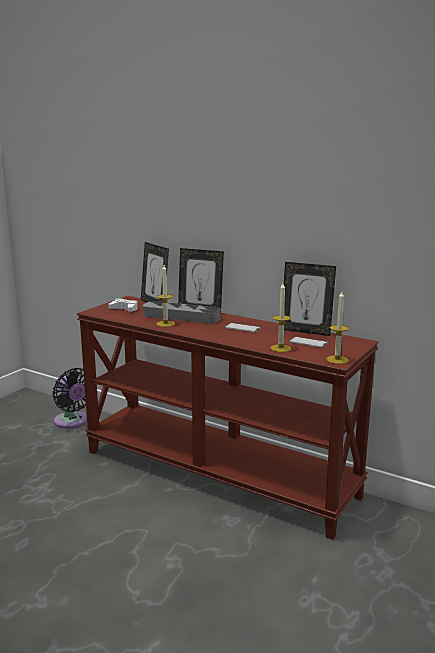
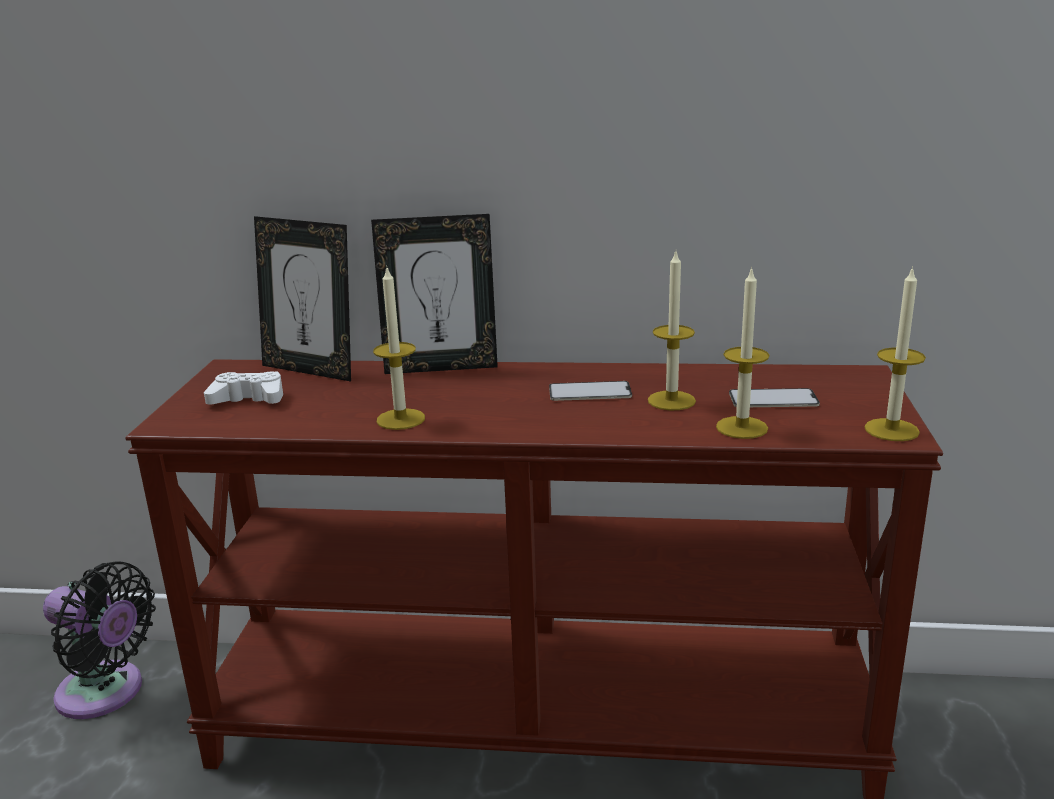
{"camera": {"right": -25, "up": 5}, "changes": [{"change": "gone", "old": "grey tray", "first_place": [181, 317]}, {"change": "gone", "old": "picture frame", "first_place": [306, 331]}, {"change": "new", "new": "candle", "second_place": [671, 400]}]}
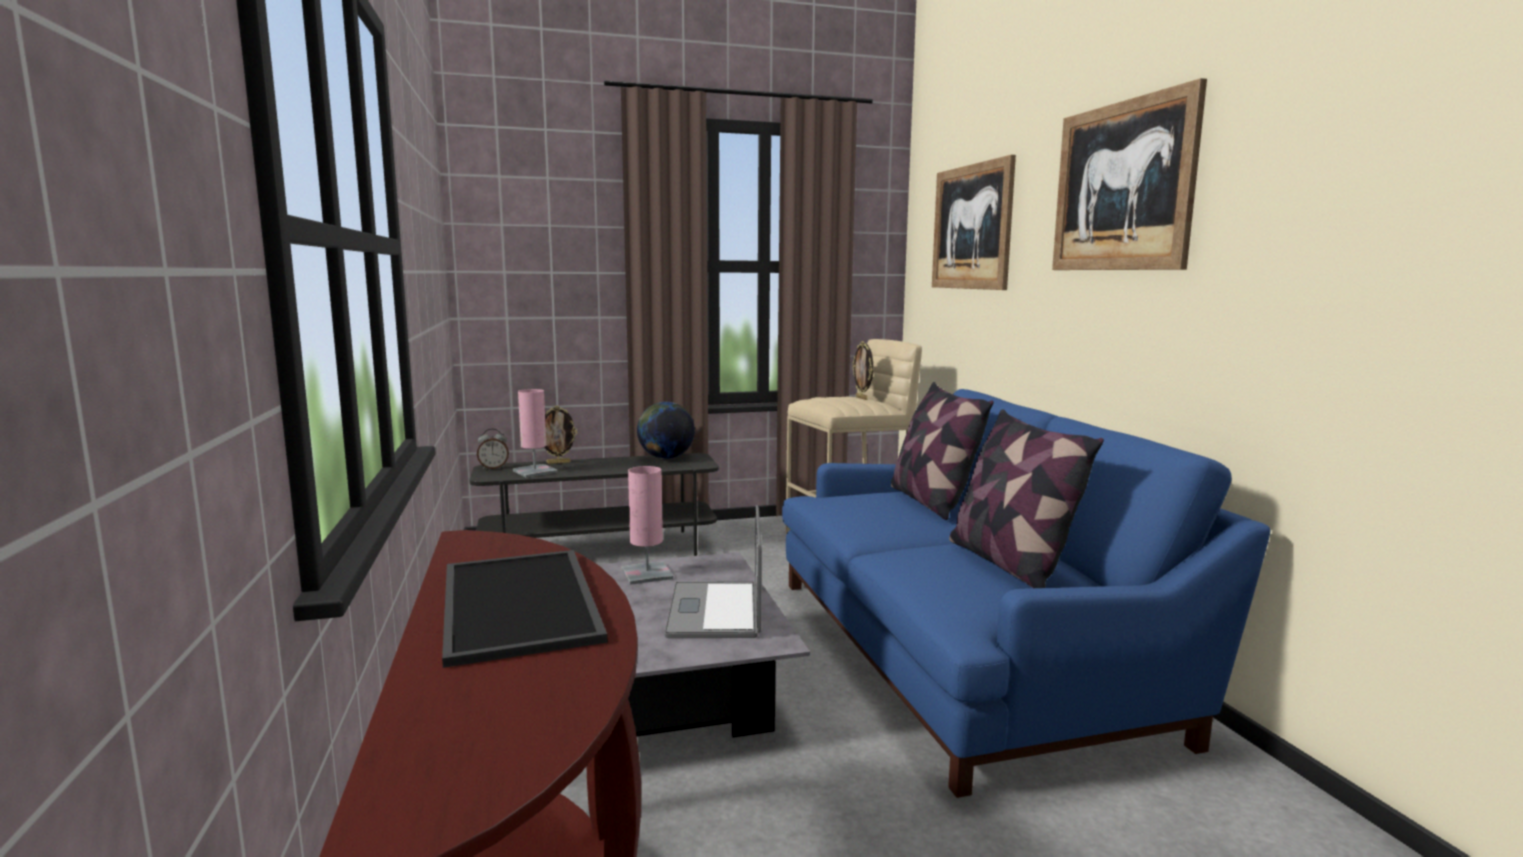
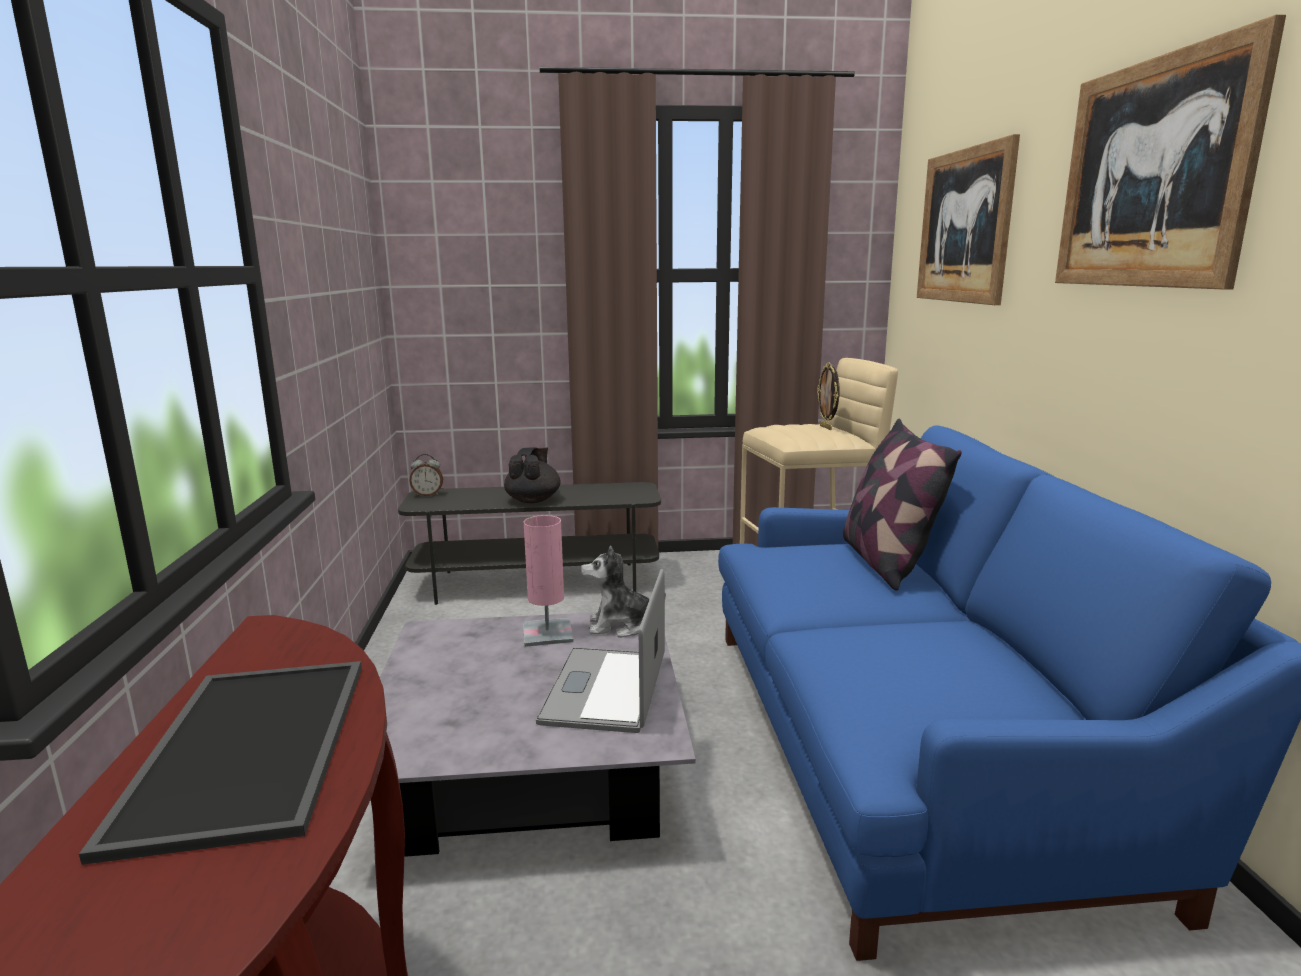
{"camera": {"right": 10, "up": 5}, "changes": [{"change": "gone", "old": "pink table lamp", "first_place": [534, 471]}, {"change": "gone", "old": "picture frame", "first_place": [558, 462]}, {"change": "gone", "old": "globe", "first_place": [665, 458]}, {"change": "gone", "old": "pillow", "first_place": [1009, 563]}, {"change": "new", "new": "black teapot", "second_place": [533, 500]}, {"change": "new", "new": "plush toy", "second_place": [620, 625]}]}
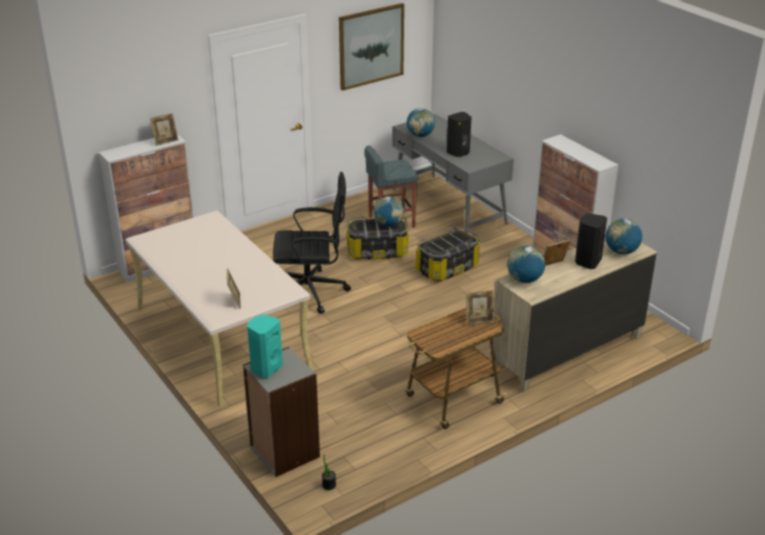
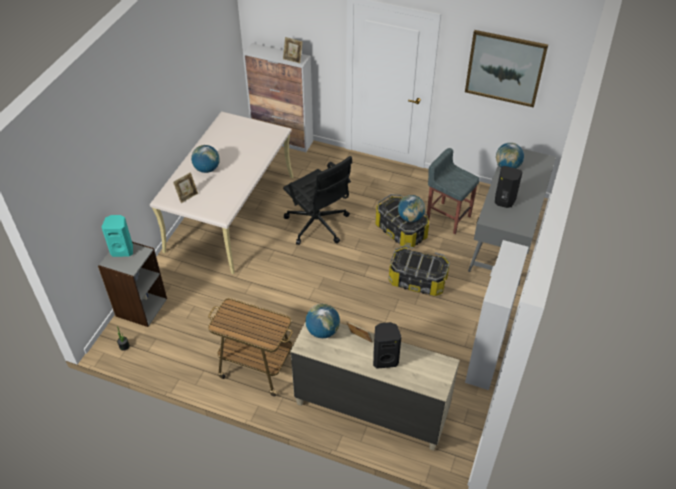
{"camera": {"right": 55, "up": 15}, "changes": [{"change": "gone", "old": "picture frame", "first_place": [479, 320]}, {"change": "shifted", "old": "globe", "first_place": [621, 252], "second_place": [207, 169]}]}
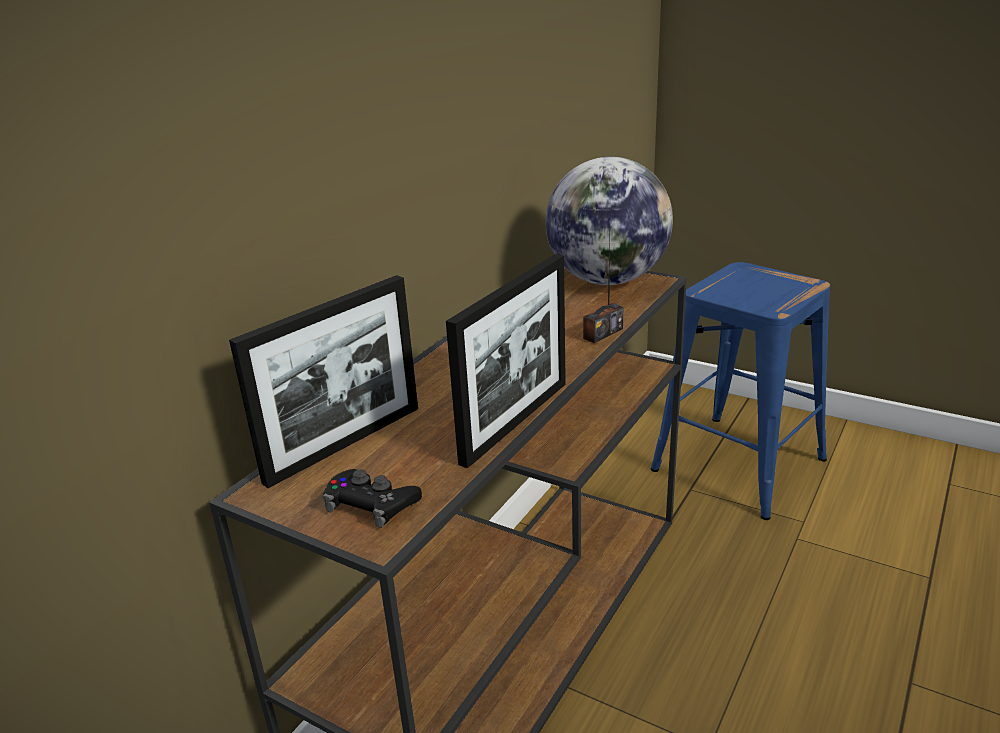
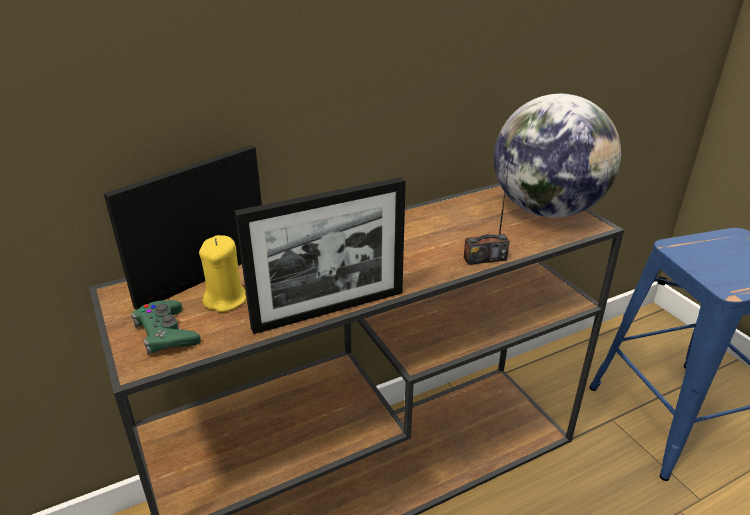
{"camera": {"right": 30, "up": 5}, "changes": [{"change": "rotated", "old": "picture frame", "first_place": [345, 444], "second_place": [204, 278], "degrees": 150}, {"change": "repainted", "old": "black game controller", "new": "green game controller", "first_place": [371, 504], "second_place": [166, 333]}, {"change": "new", "new": "yellow candle", "second_place": [225, 299]}]}
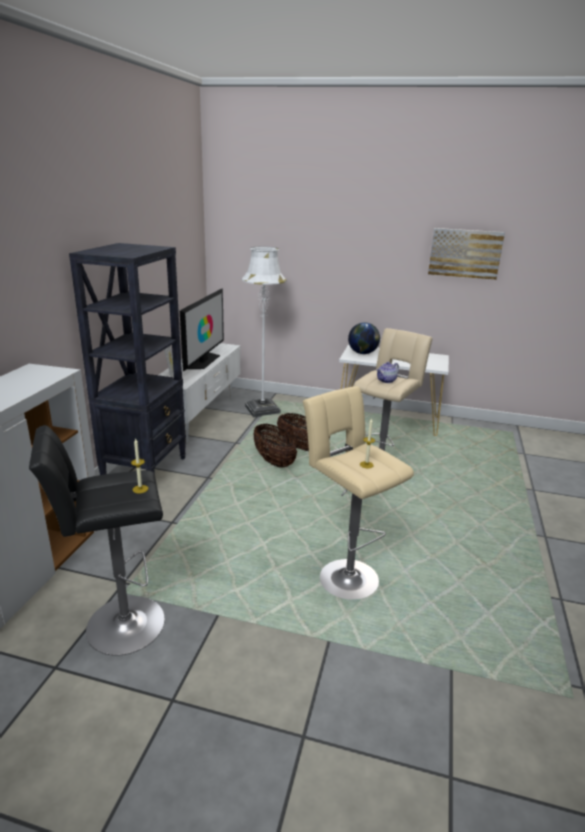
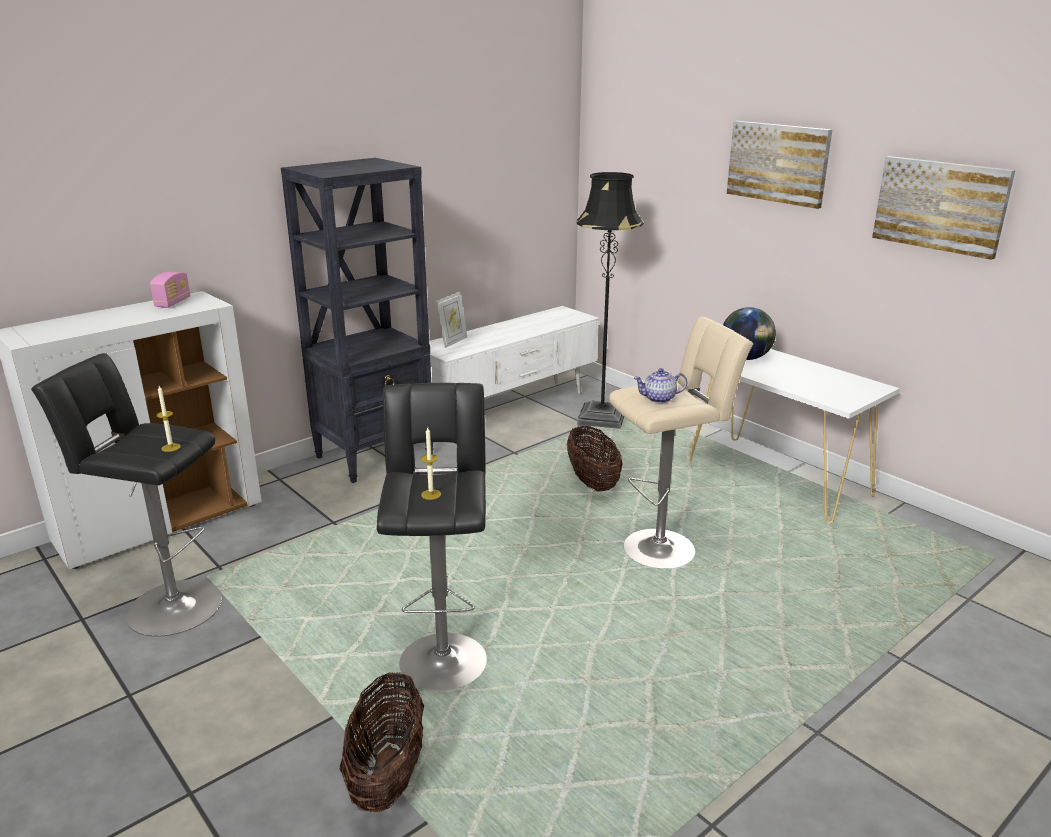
{"camera": {"right": 35, "up": 0}, "changes": [{"change": "gone", "old": "television", "first_place": [203, 361]}, {"change": "repainted", "old": "white floor lamp", "new": "black floor lamp", "first_place": [262, 410], "second_place": [602, 419]}, {"change": "shifted", "old": "basket", "first_place": [274, 461], "second_place": [387, 774]}, {"change": "repainted", "old": "beige stool", "new": "black stool", "first_place": [345, 576], "second_place": [443, 656]}, {"change": "new", "new": "radio", "second_place": [173, 303]}, {"change": "new", "new": "picture", "second_place": [778, 163]}]}
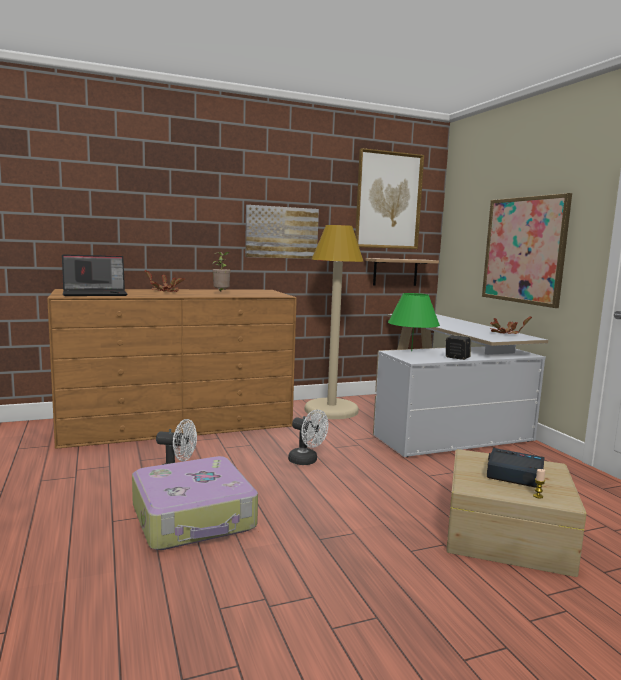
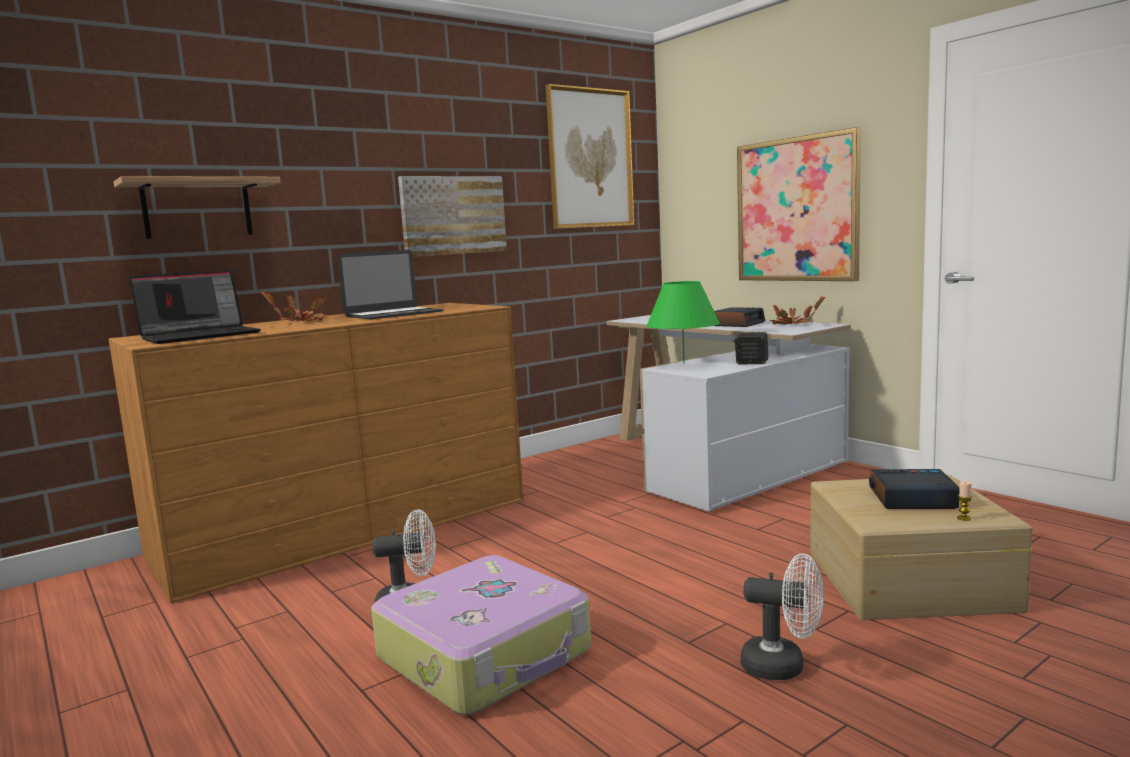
{"camera": {"right": -15, "up": 0}, "changes": [{"change": "swapped", "old": "potted plant", "new": "laptop", "first_place": [221, 293], "second_place": [393, 314]}, {"change": "shifted", "old": "white fan", "first_place": [307, 461], "second_place": [783, 666]}, {"change": "gone", "old": "beige floor lamp", "first_place": [331, 410]}, {"change": "shifted", "old": "shelf", "first_place": [395, 272], "second_place": [197, 209]}, {"change": "new", "new": "alarm clock", "second_place": [736, 324]}]}
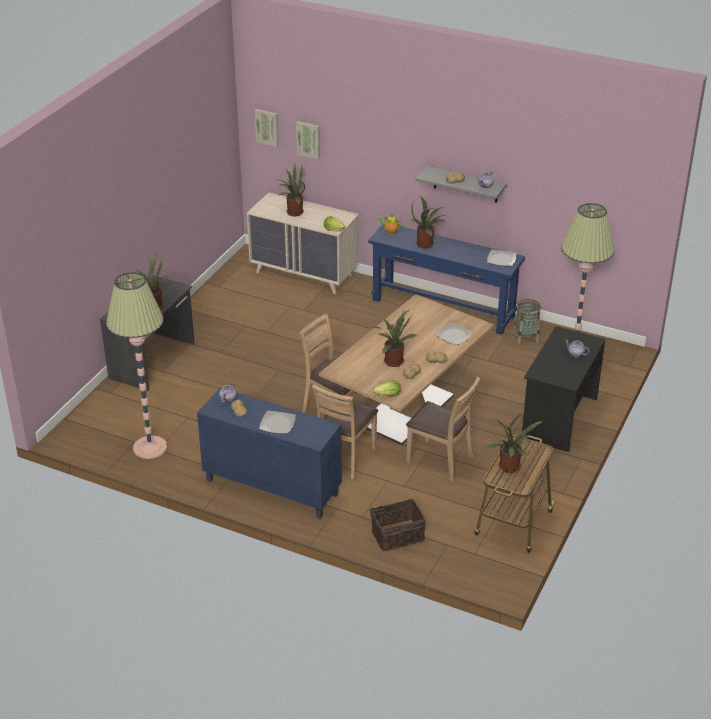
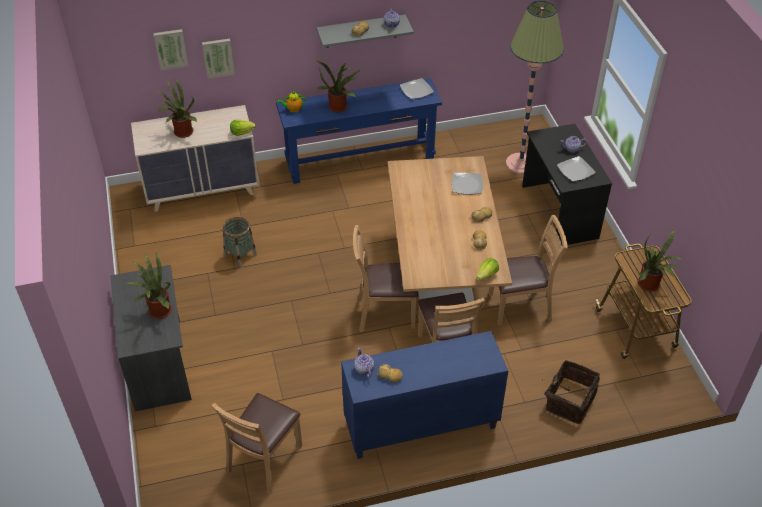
{"camera": {"right": -40, "up": 10}, "changes": [{"change": "swapped", "old": "floor lamp", "new": "brown chair", "first_place": [150, 447], "second_place": [264, 460]}, {"change": "shifted", "old": "picture", "first_place": [267, 127], "second_place": [218, 57]}, {"change": "shifted", "old": "plate", "first_place": [277, 424], "second_place": [576, 170]}, {"change": "gone", "old": "potted plant", "first_place": [392, 360]}, {"change": "shifted", "old": "basket", "first_place": [526, 336], "second_place": [240, 255]}]}
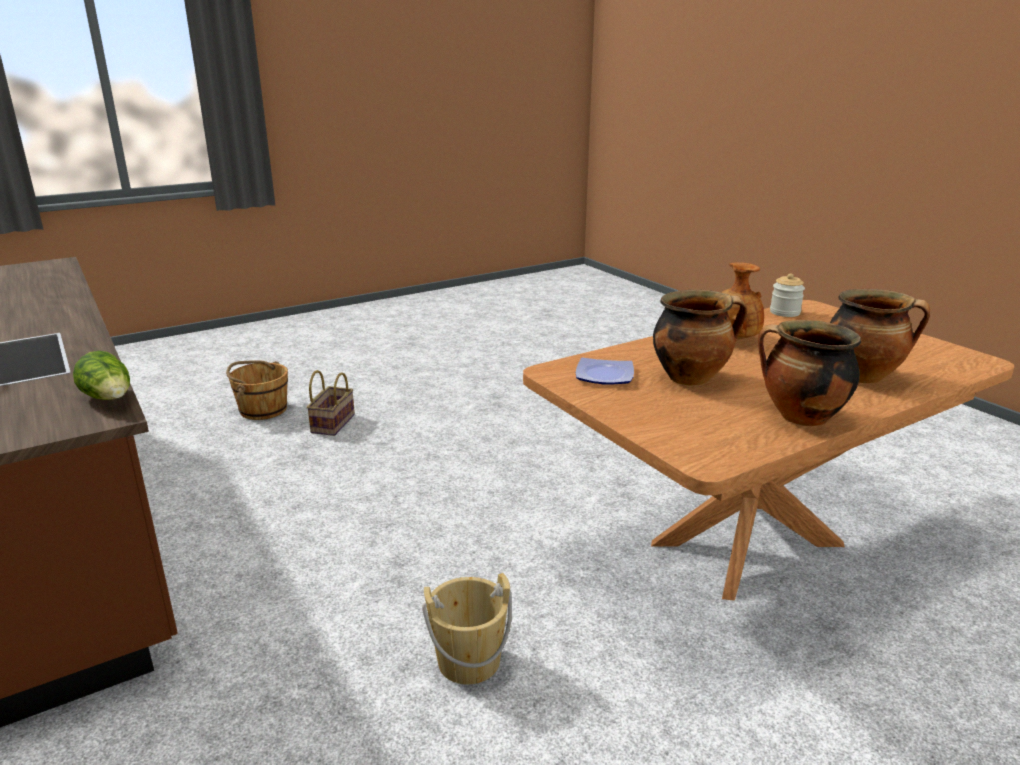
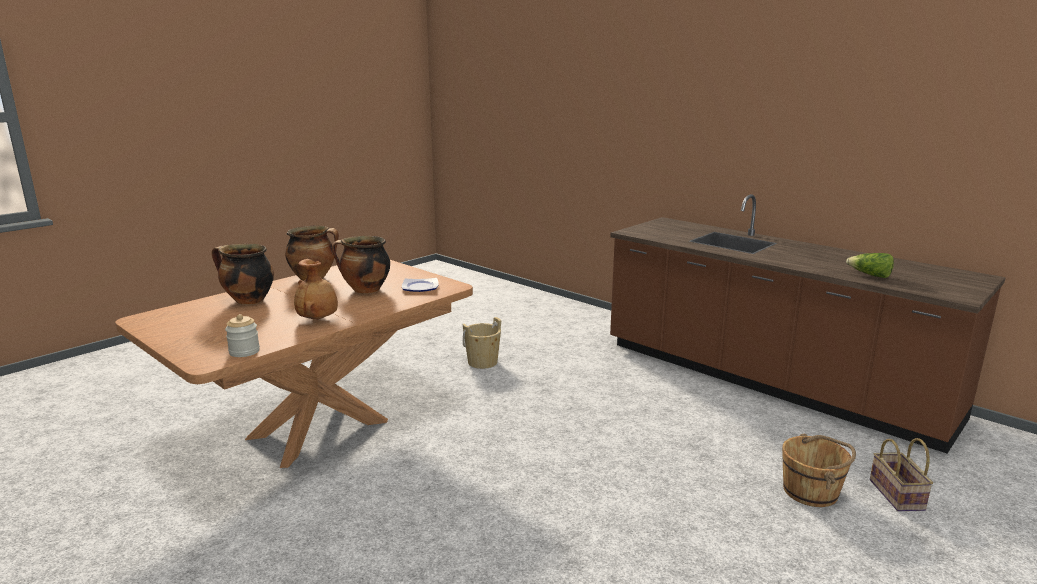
{"camera": {"right": 165, "up": -5}, "changes": [{"change": "shifted", "old": "lettuce", "first_place": [110, 398], "second_place": [870, 275]}, {"change": "shifted", "old": "basket", "first_place": [332, 423], "second_place": [898, 495]}]}
